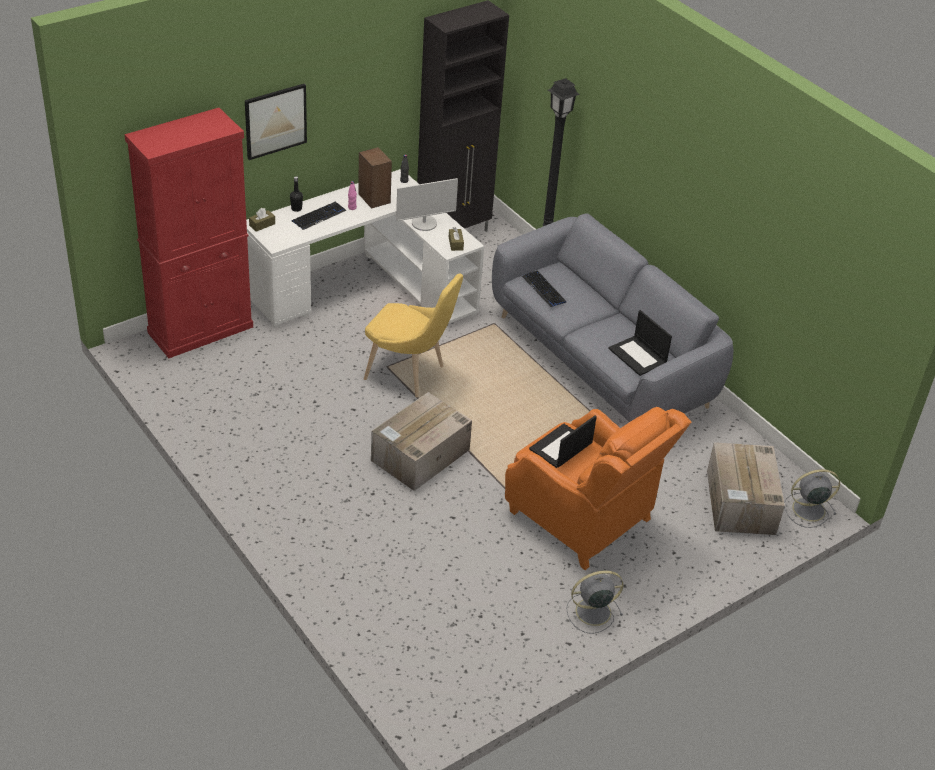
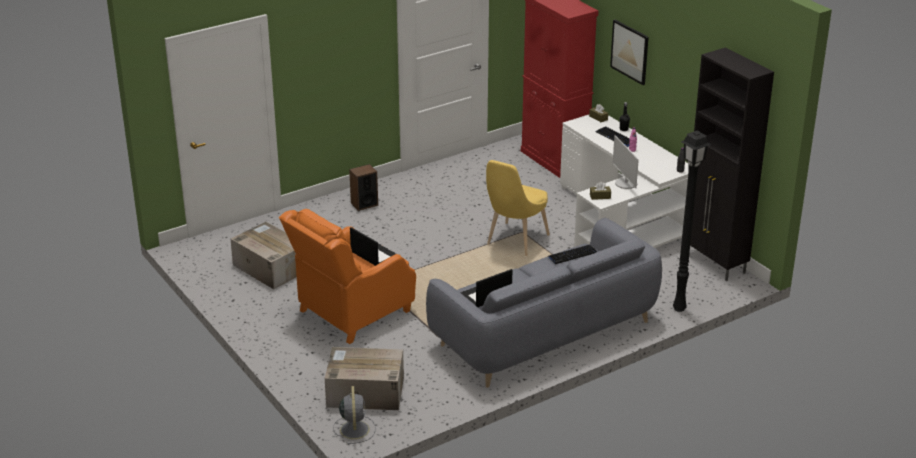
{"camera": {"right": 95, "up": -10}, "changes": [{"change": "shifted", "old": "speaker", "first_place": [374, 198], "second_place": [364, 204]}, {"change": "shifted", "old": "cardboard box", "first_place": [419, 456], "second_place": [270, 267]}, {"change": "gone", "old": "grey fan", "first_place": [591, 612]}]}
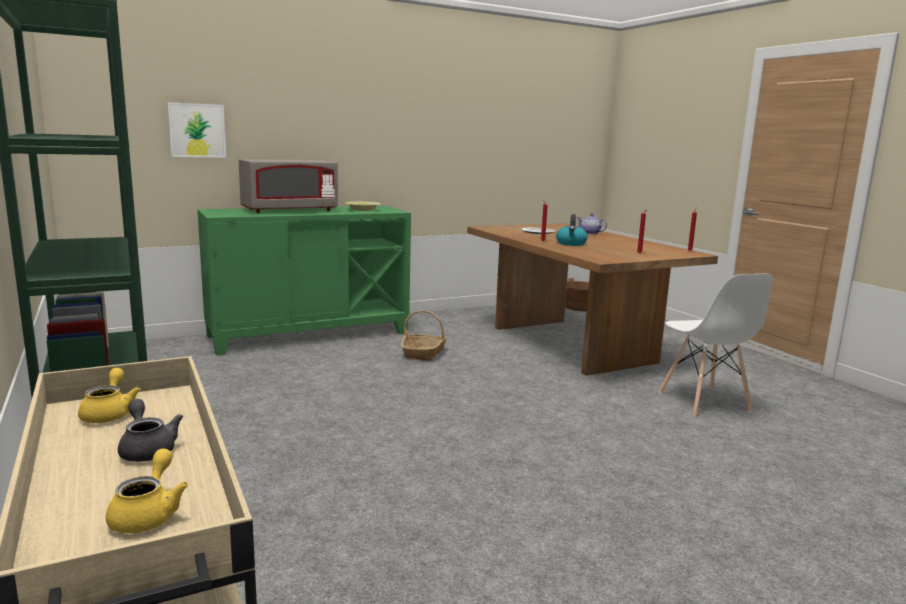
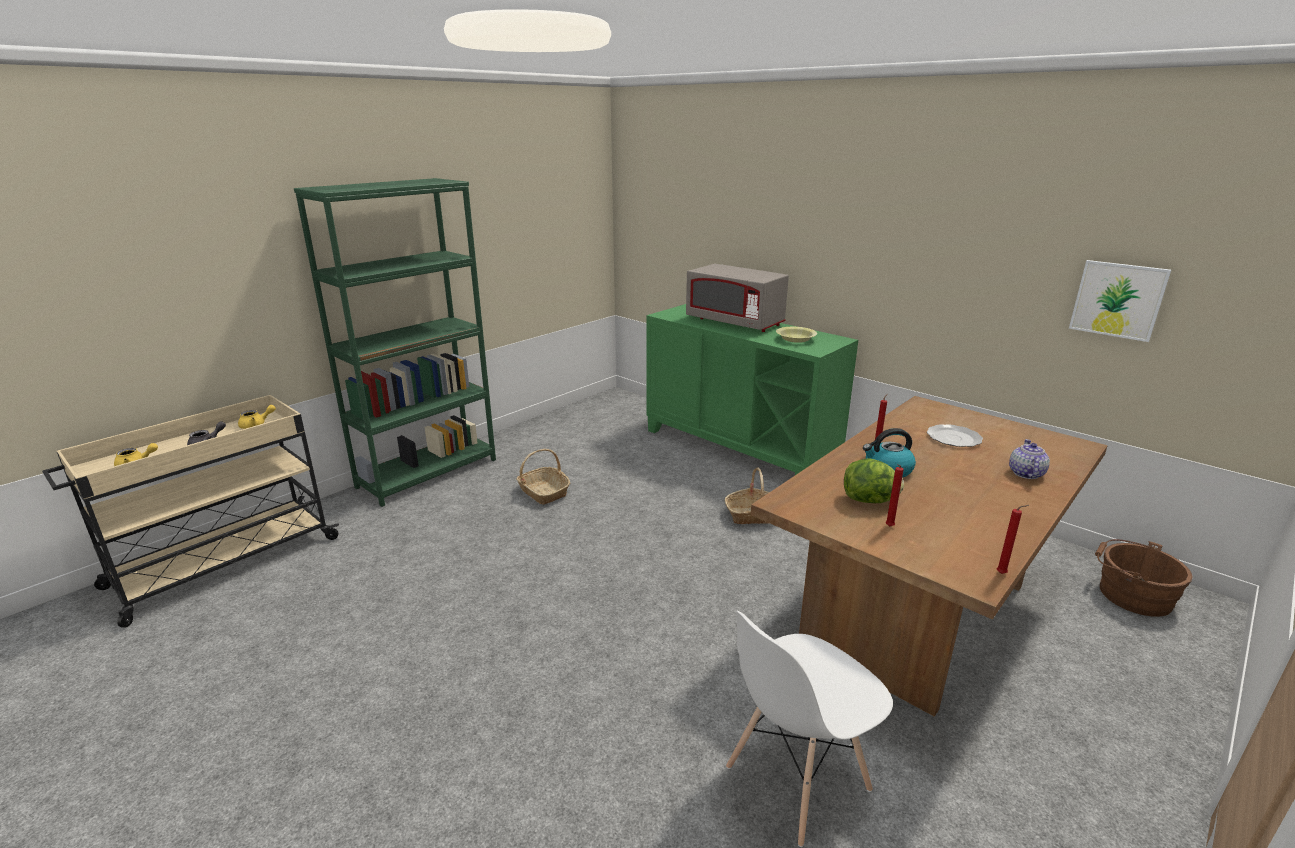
{"camera": {"right": 70, "up": 10}, "changes": [{"change": "shifted", "old": "picture", "first_place": [197, 130], "second_place": [1118, 300]}, {"change": "new", "new": "basket", "second_place": [543, 492]}, {"change": "new", "new": "lettuce", "second_place": [870, 500]}]}
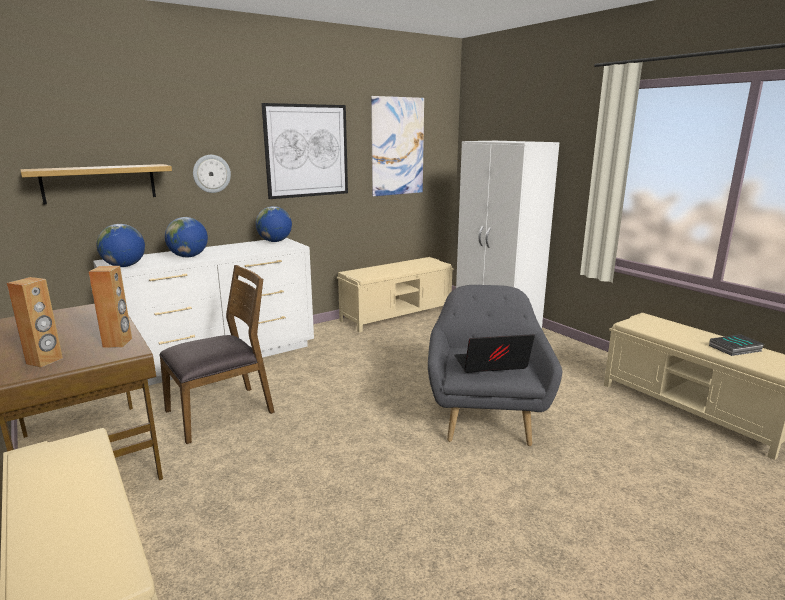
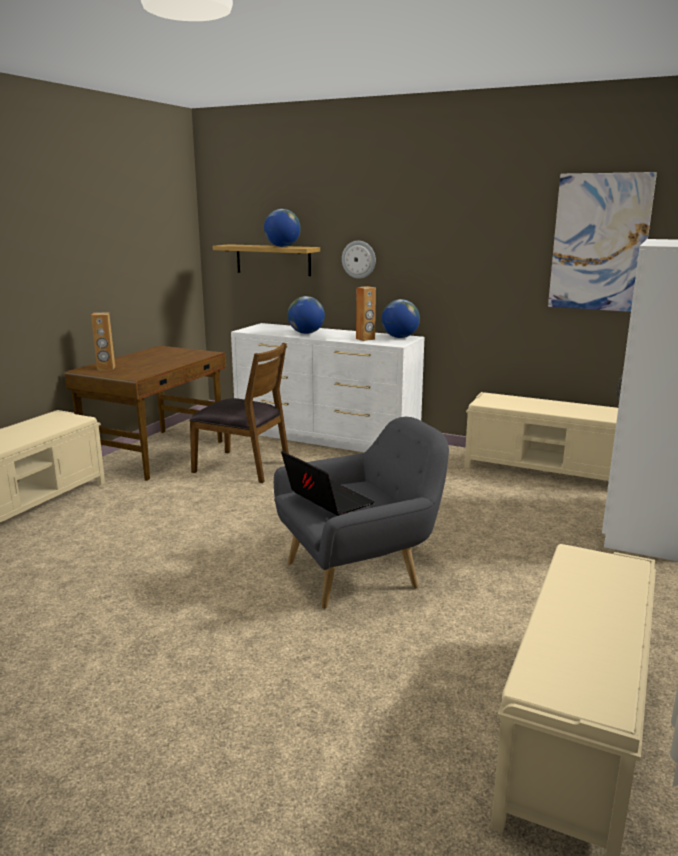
{"camera": {"right": 60, "up": 0}, "changes": [{"change": "shifted", "old": "brown speaker", "first_place": [118, 343], "second_place": [365, 339]}, {"change": "shifted", "old": "globe", "first_place": [124, 266], "second_place": [282, 246]}, {"change": "gone", "old": "picture", "first_place": [306, 151]}, {"change": "gone", "old": "book", "first_place": [735, 348]}]}
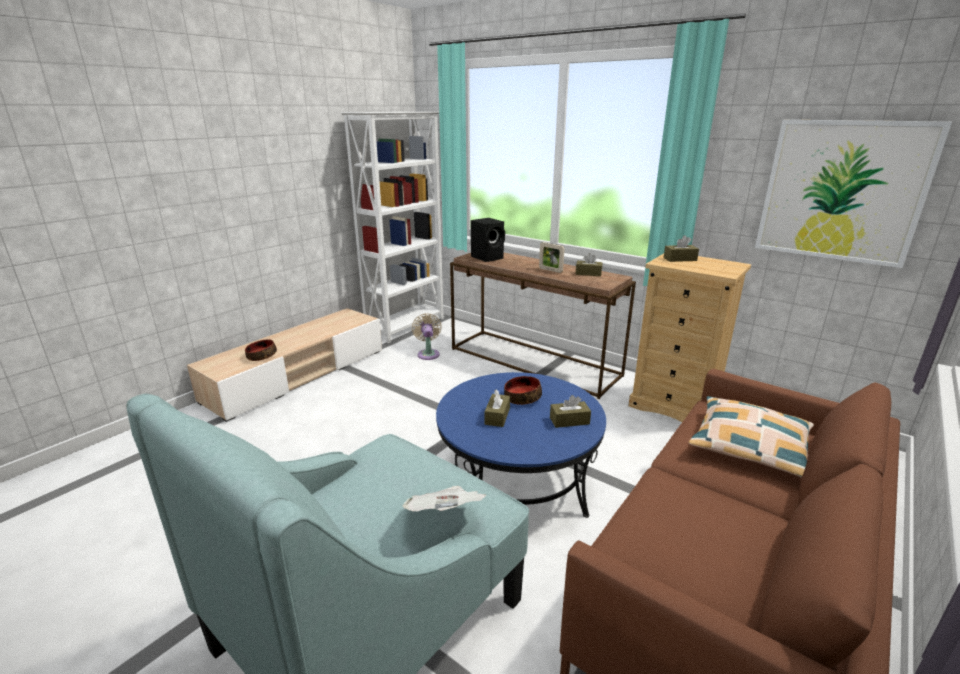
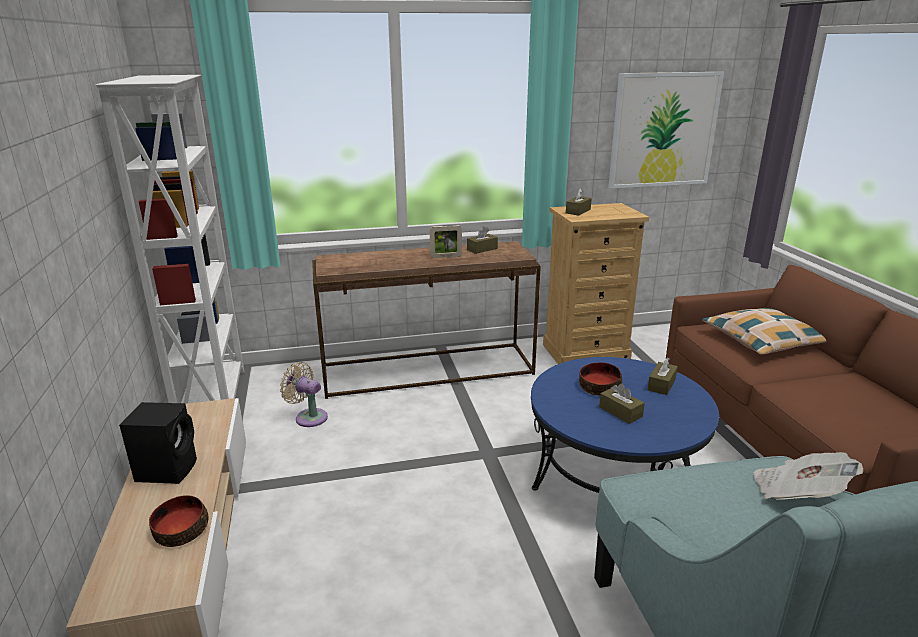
{"camera": {"right": -50, "up": 0}, "changes": [{"change": "shifted", "old": "black speaker", "first_place": [488, 257], "second_place": [168, 469]}]}
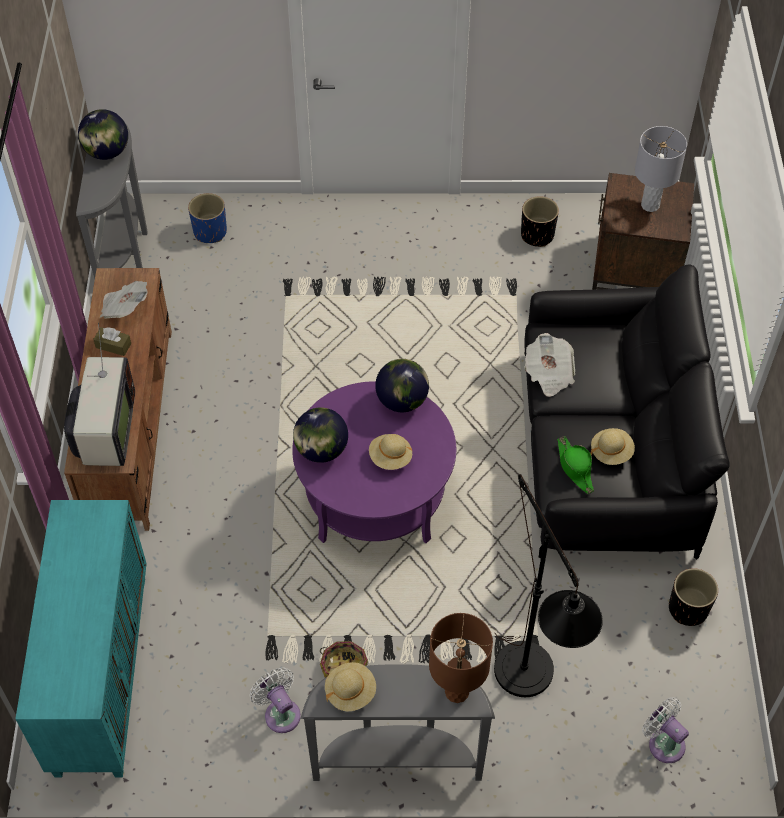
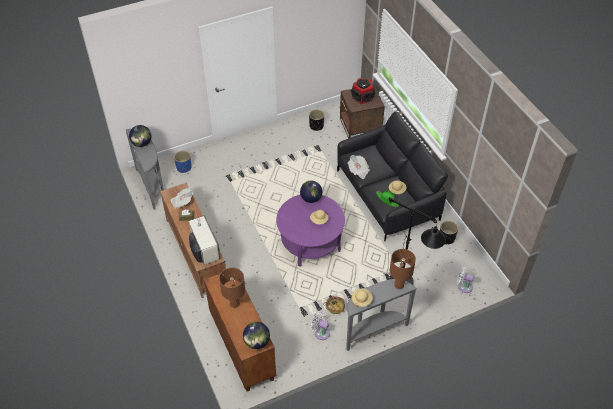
{"camera": {"right": -25, "up": -5}, "changes": [{"change": "repainted", "old": "turquoise cabinet", "new": "brown cabinet", "first_place": [100, 672], "second_place": [241, 347]}, {"change": "shifted", "old": "globe", "first_place": [321, 450], "second_place": [256, 342]}, {"change": "swapped", "old": "grey table lamp", "new": "speaker", "first_place": [650, 205], "second_place": [363, 97]}, {"change": "new", "new": "brown table lamp", "second_place": [234, 304]}]}
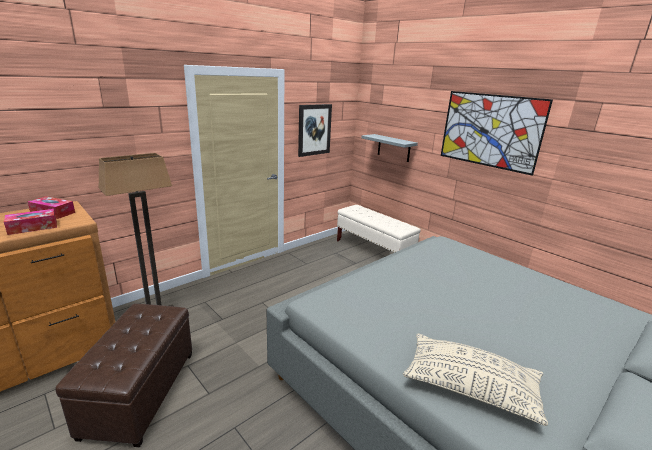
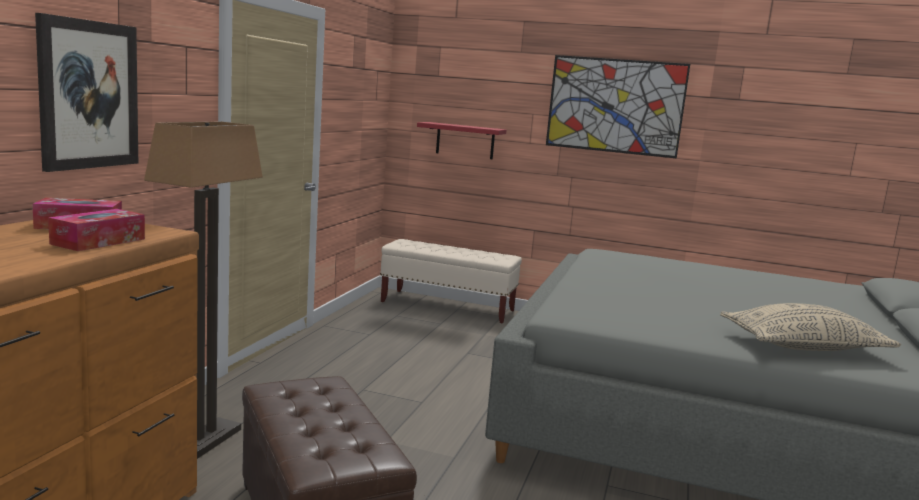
{"camera": {"right": -30, "up": -10}, "changes": [{"change": "shifted", "old": "picture", "first_place": [314, 130], "second_place": [89, 95]}, {"change": "repainted", "old": "grey shelf", "new": "red shelf", "first_place": [393, 148], "second_place": [465, 140]}]}
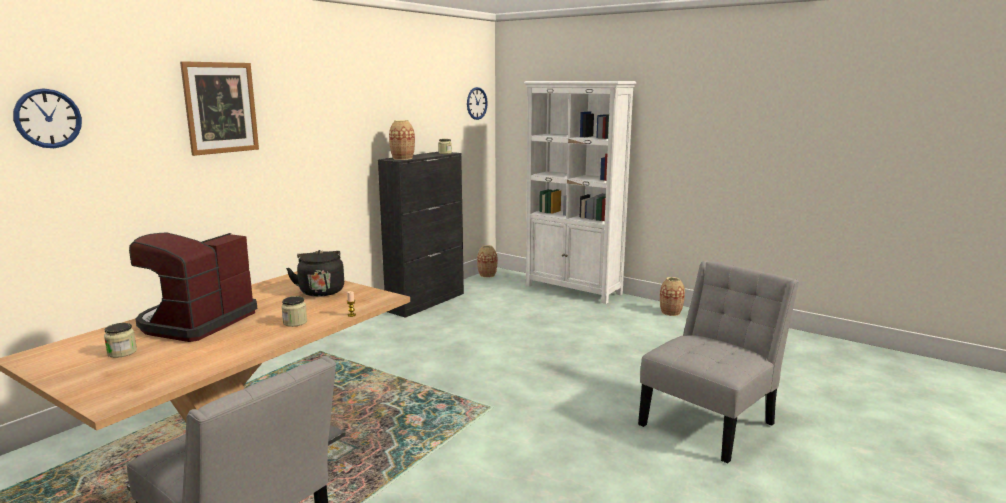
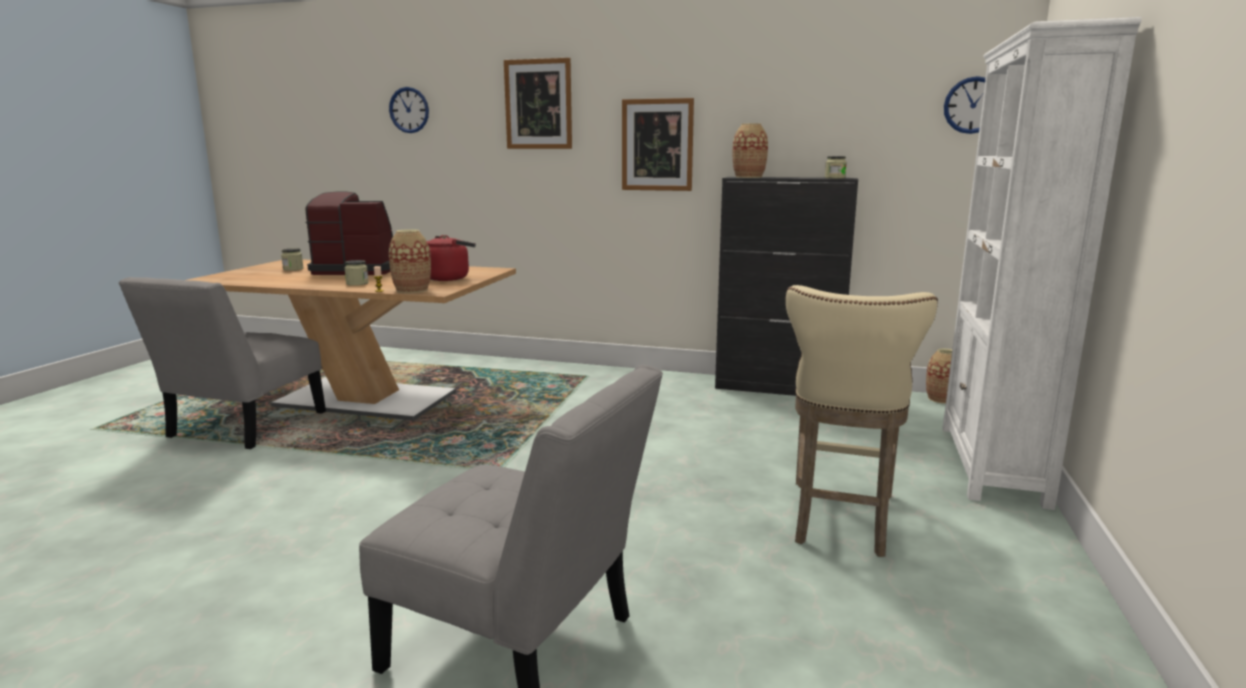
{"camera": {"right": 70, "up": 0}, "changes": [{"change": "repainted", "old": "black kettle", "new": "red kettle", "first_place": [321, 291], "second_place": [449, 278]}, {"change": "shifted", "old": "vase", "first_place": [670, 312], "second_place": [412, 290]}, {"change": "new", "new": "picture", "second_place": [657, 145]}, {"change": "new", "new": "beige stool", "second_place": [839, 520]}]}
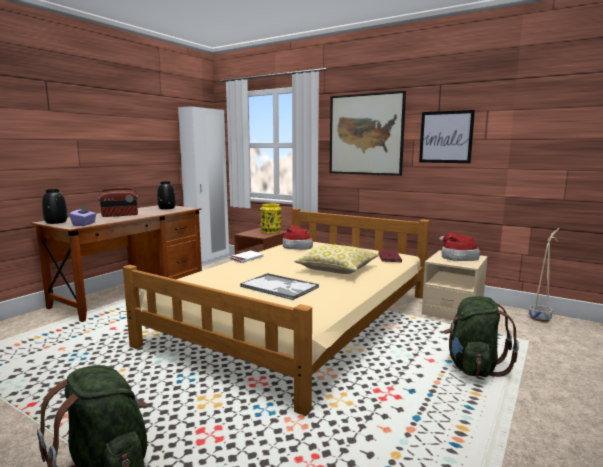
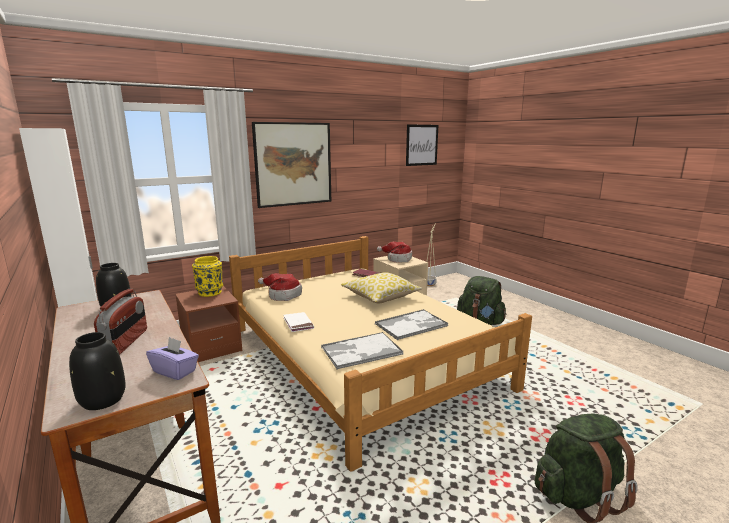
{"camera": {"right": -65, "up": 5}, "changes": [{"change": "shifted", "old": "picture", "first_place": [446, 137], "second_place": [421, 145]}, {"change": "new", "new": "tray", "second_place": [361, 351]}]}
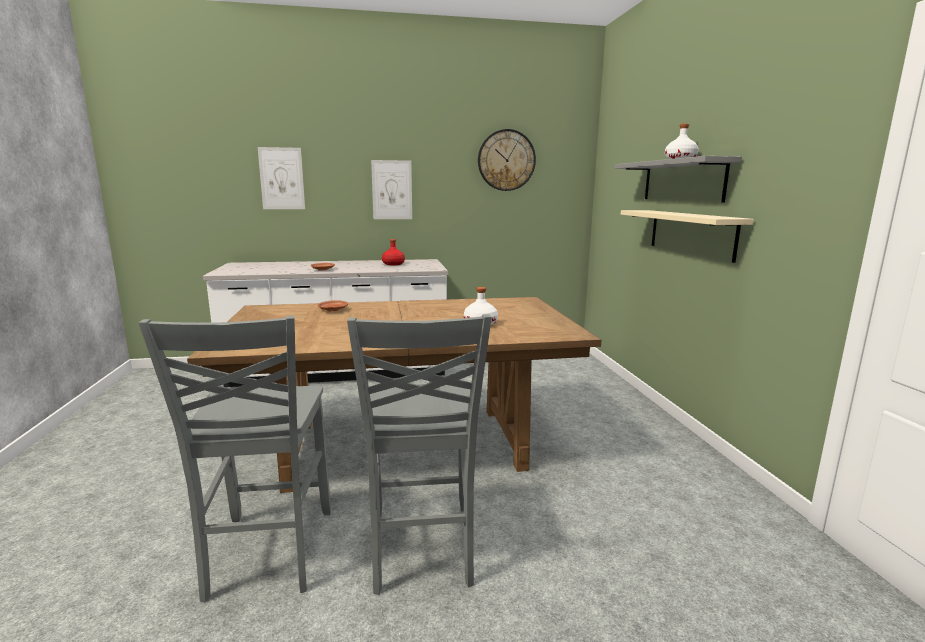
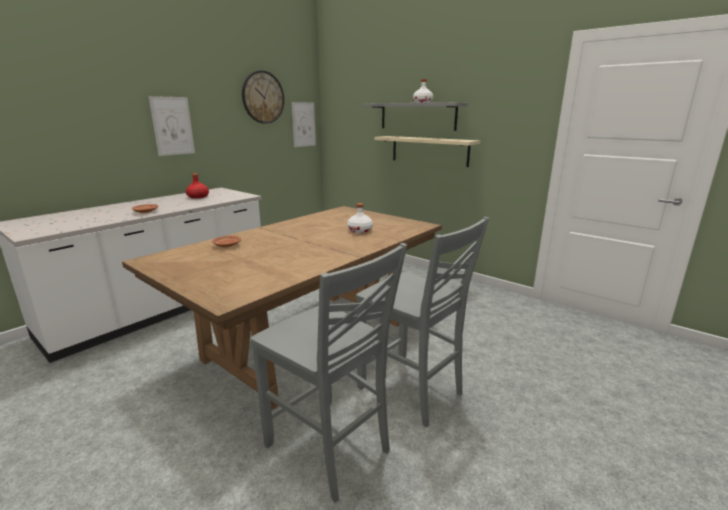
{"camera": {"right": -40, "up": 5}, "changes": [{"change": "shifted", "old": "picture", "first_place": [282, 178], "second_place": [303, 124]}]}
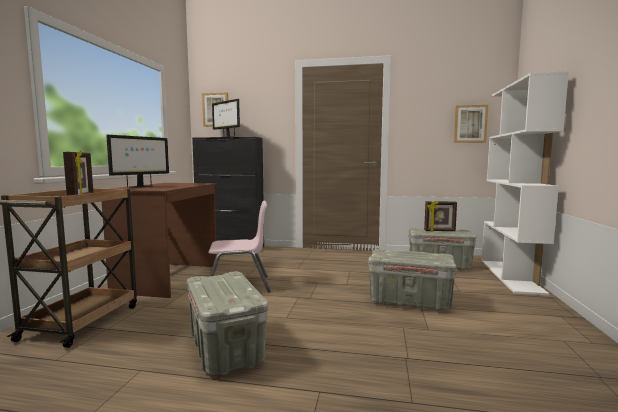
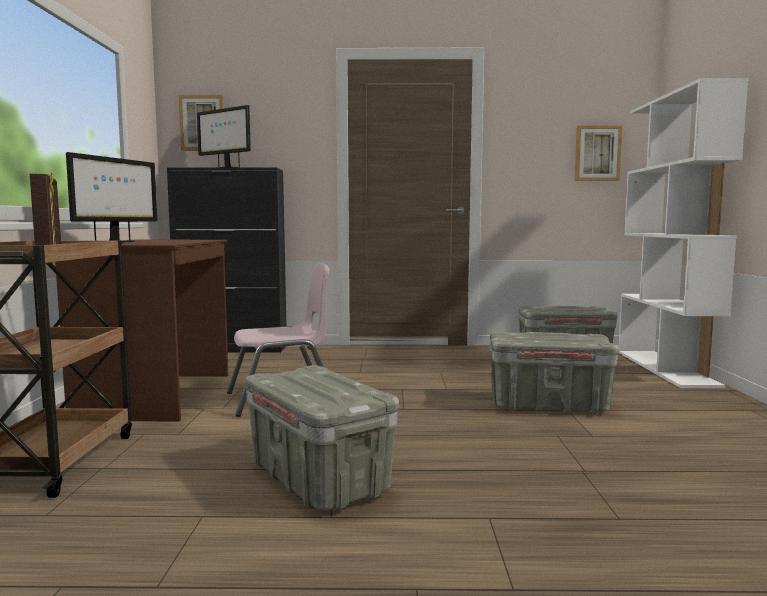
{"camera": {"right": -10, "up": 0}, "changes": [{"change": "gone", "old": "picture frame", "first_place": [439, 231]}]}
